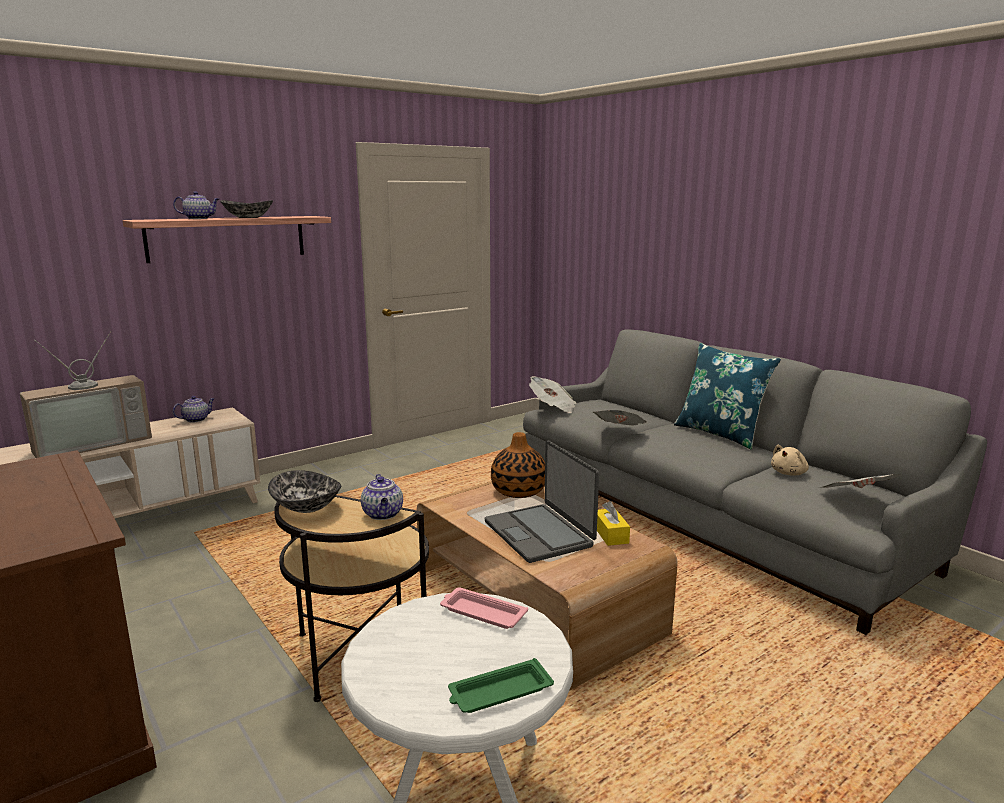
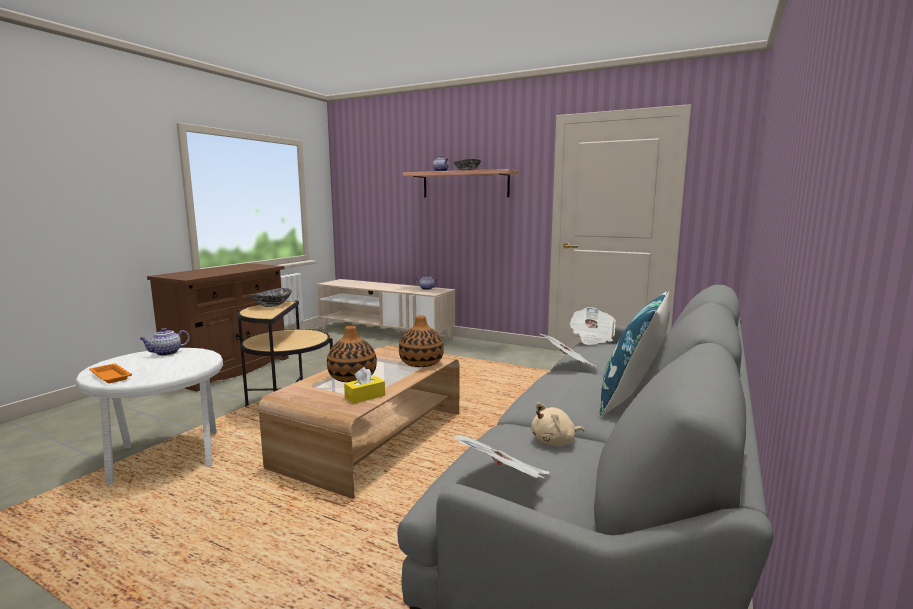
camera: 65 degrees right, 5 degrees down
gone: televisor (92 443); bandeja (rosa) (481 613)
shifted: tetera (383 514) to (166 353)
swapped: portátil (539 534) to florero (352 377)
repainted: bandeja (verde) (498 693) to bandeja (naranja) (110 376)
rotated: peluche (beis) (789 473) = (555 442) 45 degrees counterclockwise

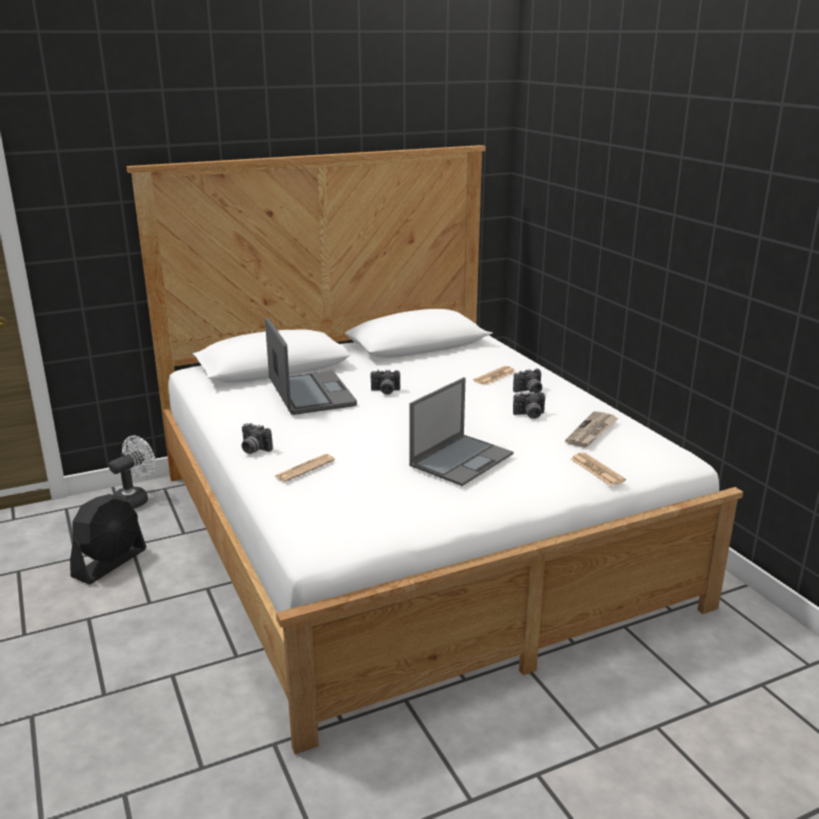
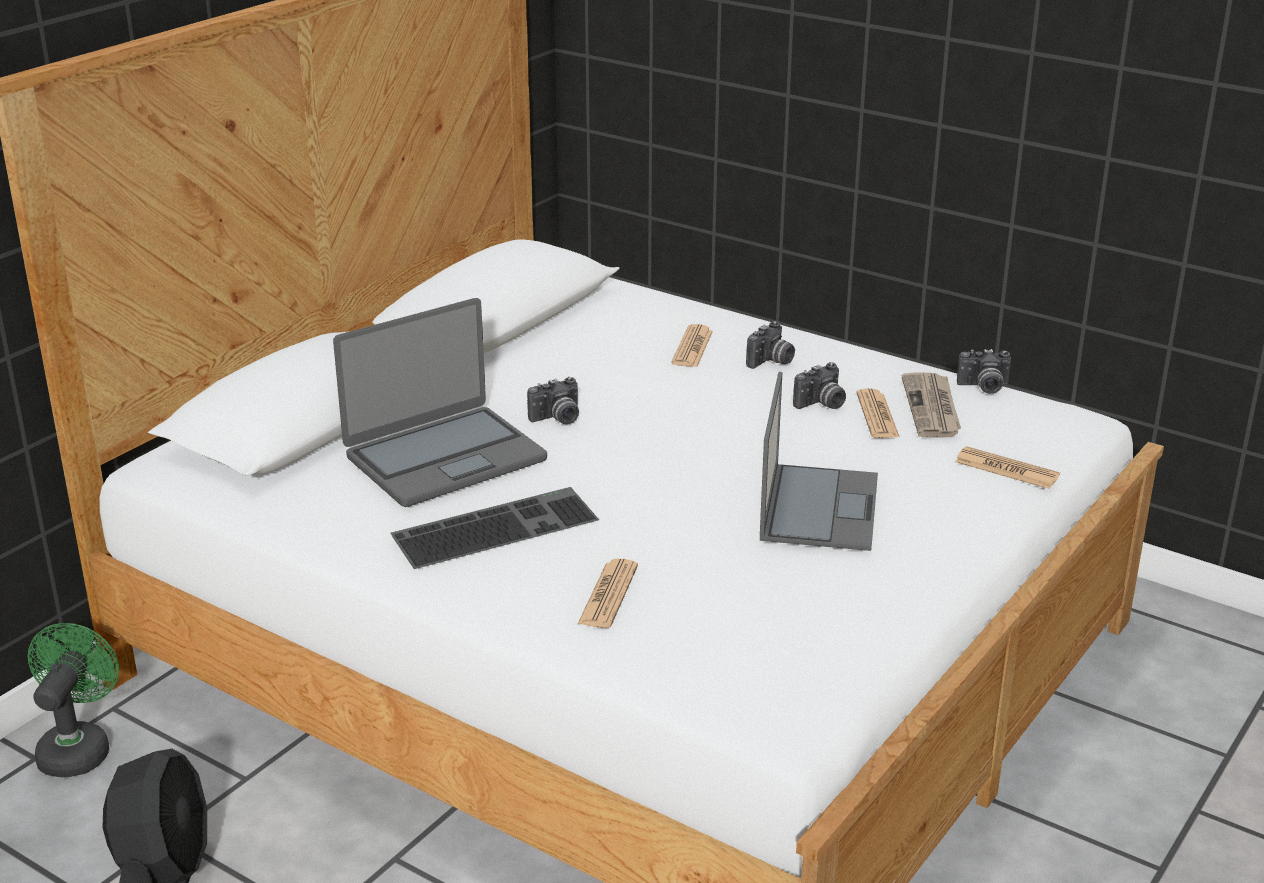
camera: 30 degrees left, 5 degrees up
new: teclado (496 526); periódico (877 415)
shifted: cámara (253 450) to (983 388)
repainted: ventilador (blanco) (135 499) to ventilador (verde) (78 748)
rotated: portátil (310 395) = (444 457) 105 degrees clockwise

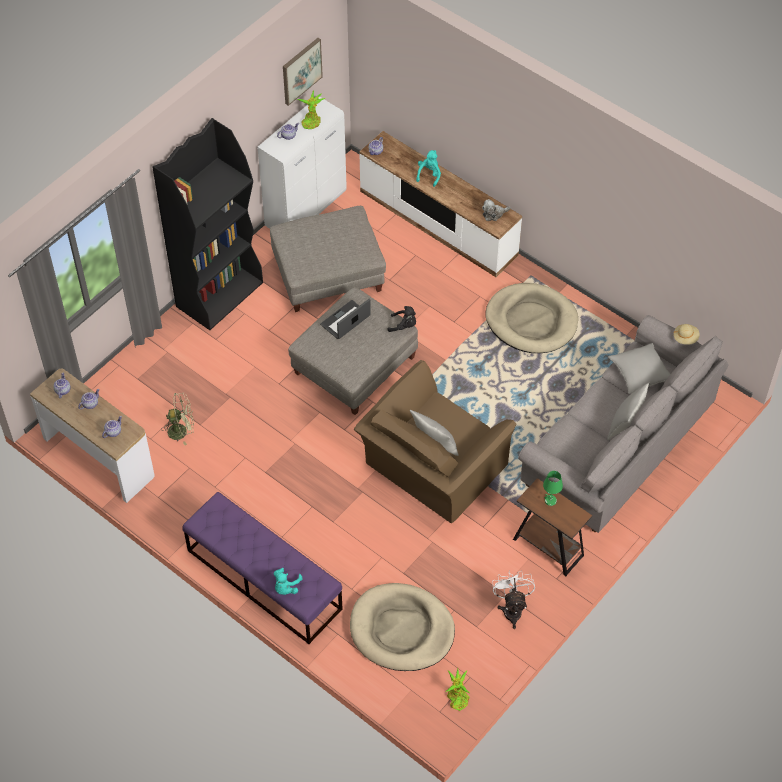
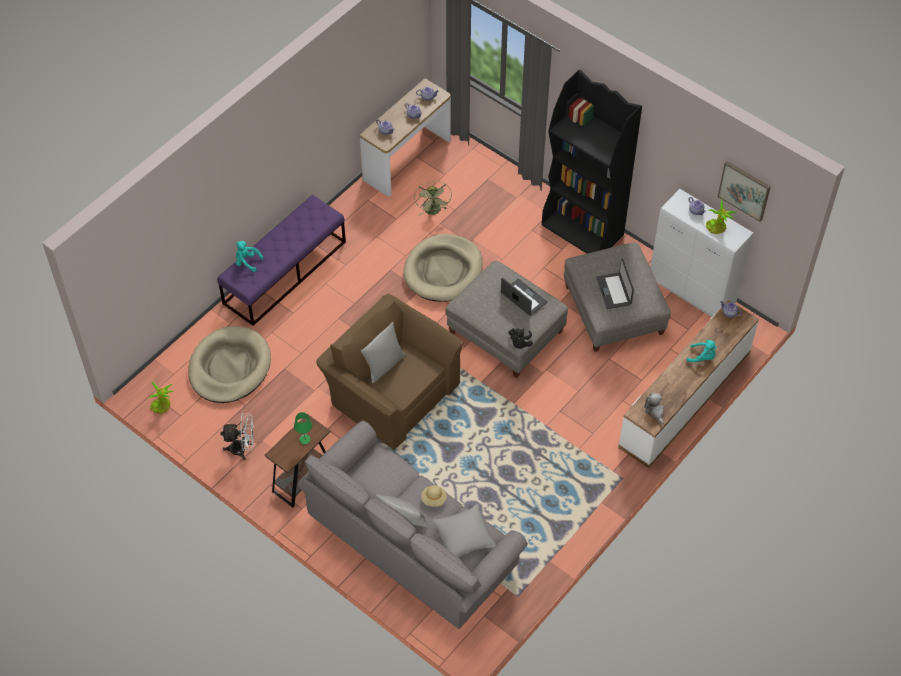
camera: 90 degrees right, 0 degrees up
new: portátil (614 291)
shifted: cama para perro (beis) (531 321) to (443 271); sombrero (beis) (685 338) to (434 499)

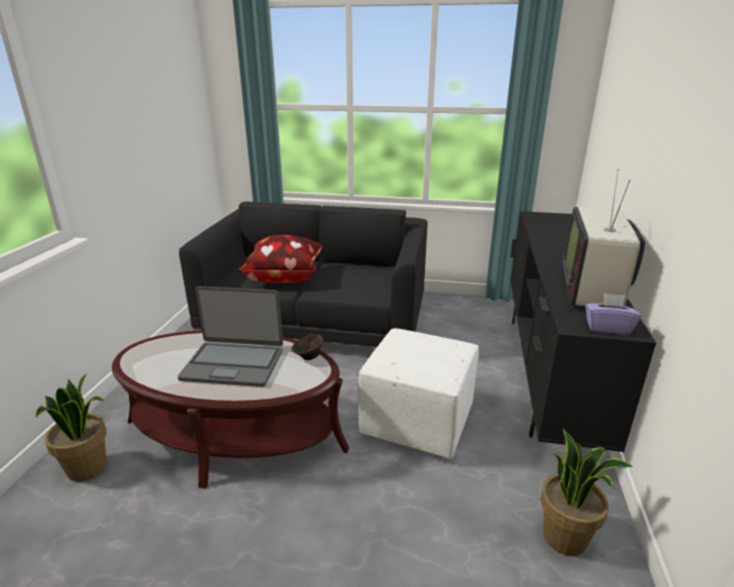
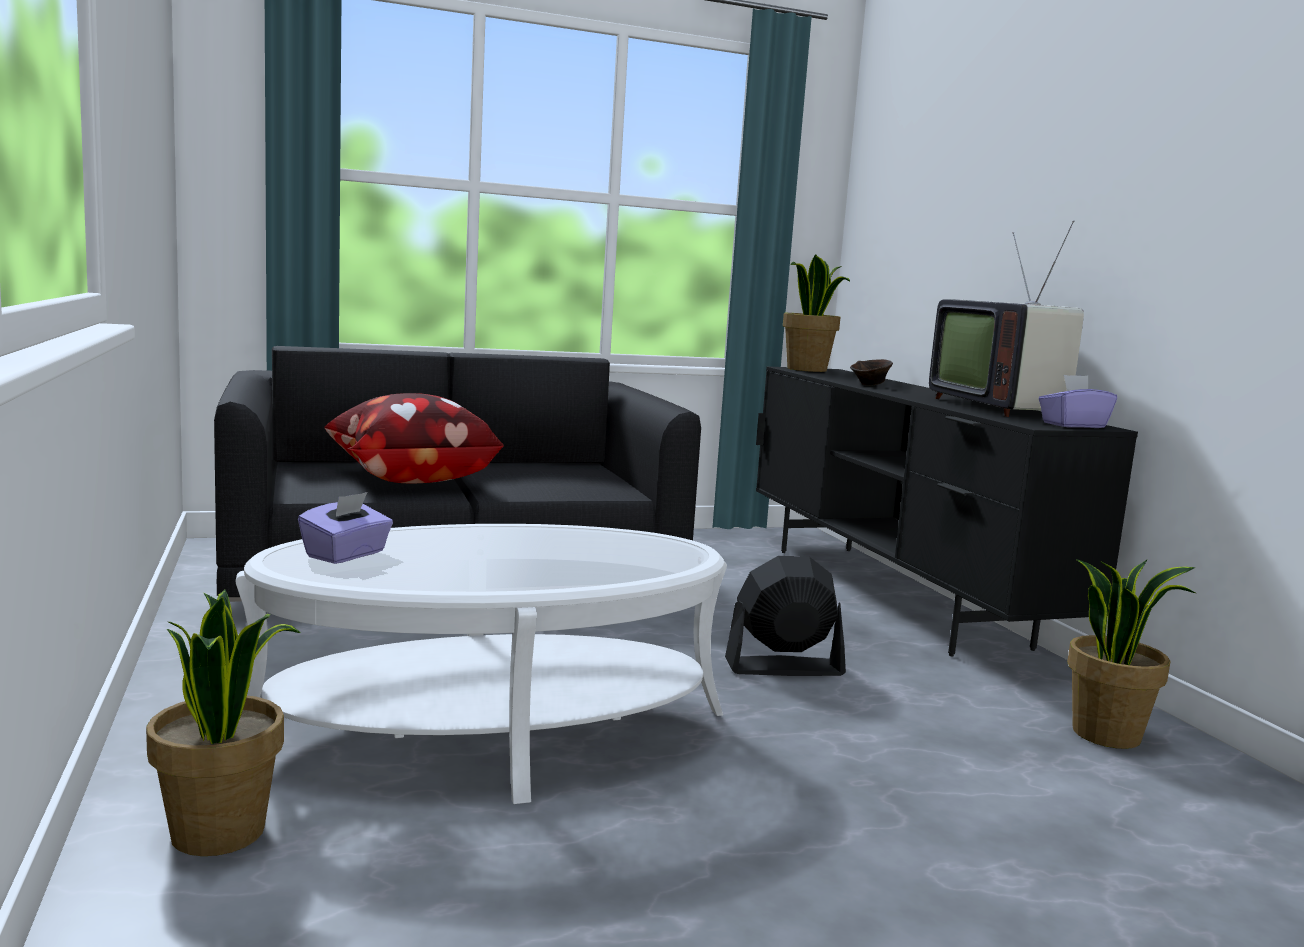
camera: 30 degrees left, 15 degrees down
gone: portátil (233 364)
new: caja de pañuelos (morado) (346 555); planta en maceta (807 369)
shifted: cuenco (marrón) (308 357) to (869 385)
swapped: puf (blanco) (416 423) to ventilador (negro) (783 667)
repainted: mesa de centro (marrón) (234 434) to mesa de centro (blanco) (492 730)

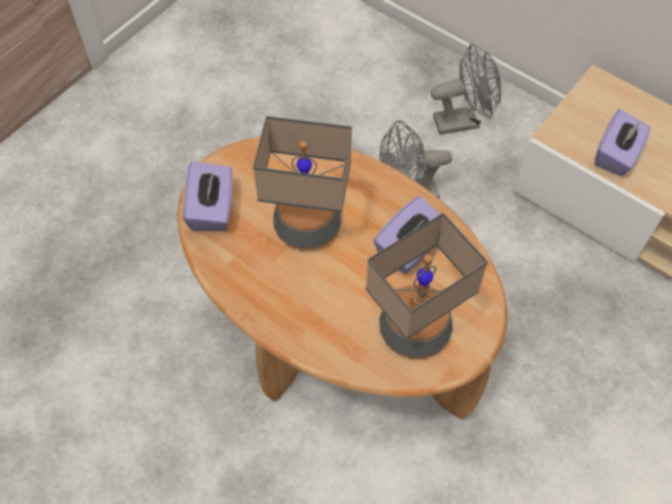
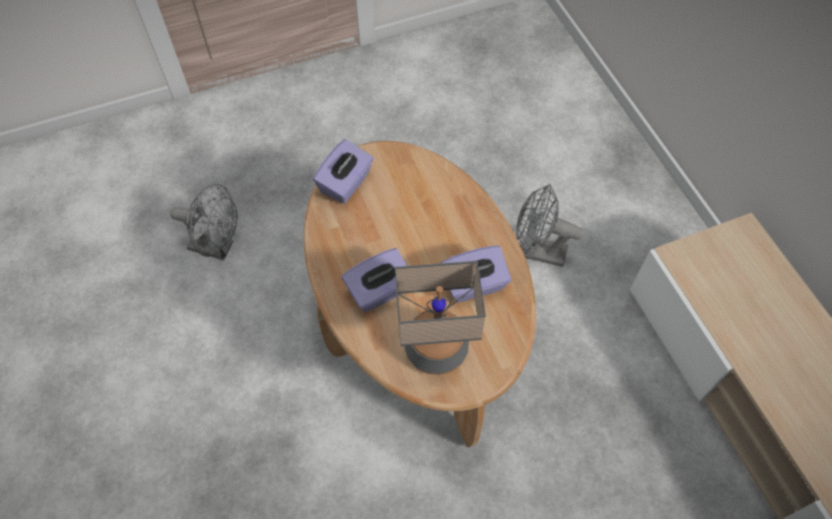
camera: 30 degrees right, 0 degrees up
gone: lámpara de mesa (307 225)
shifted: ventilador (gris) (463 121) to (218 247); caja de pañuelos (morado) (616 155) to (379 291)

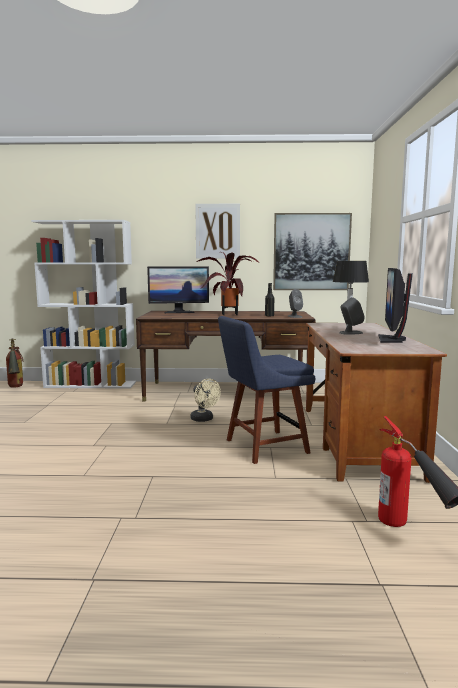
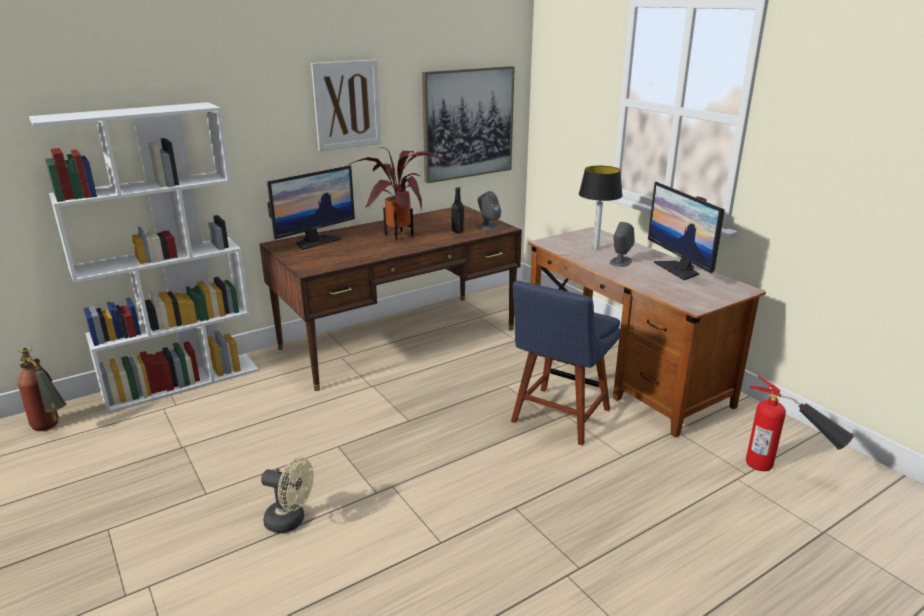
camera: 35 degrees left, 15 degrees up
shifted: ventilador (beis) (204 419) to (291 521)

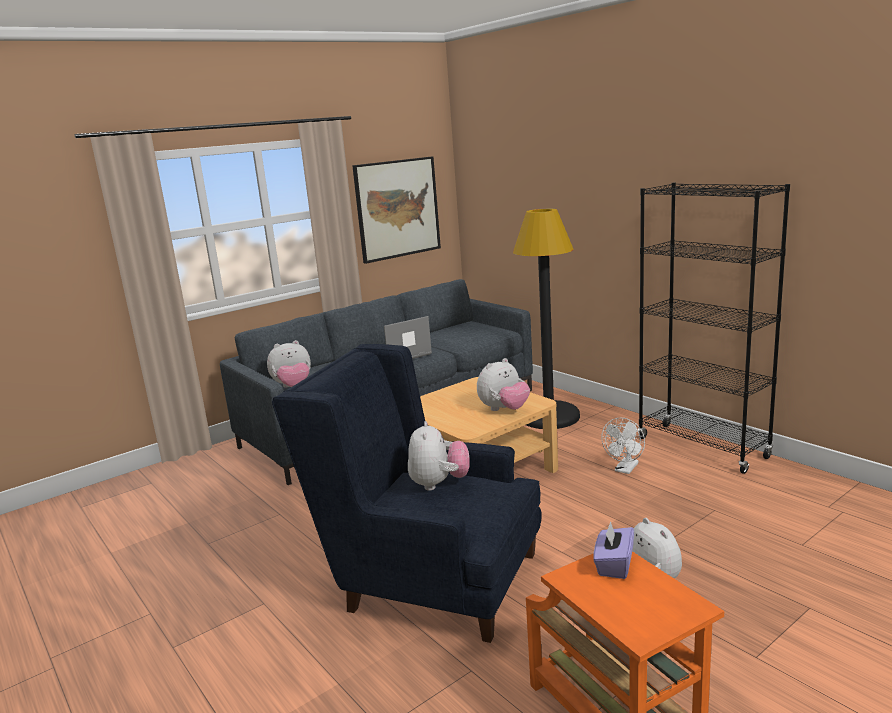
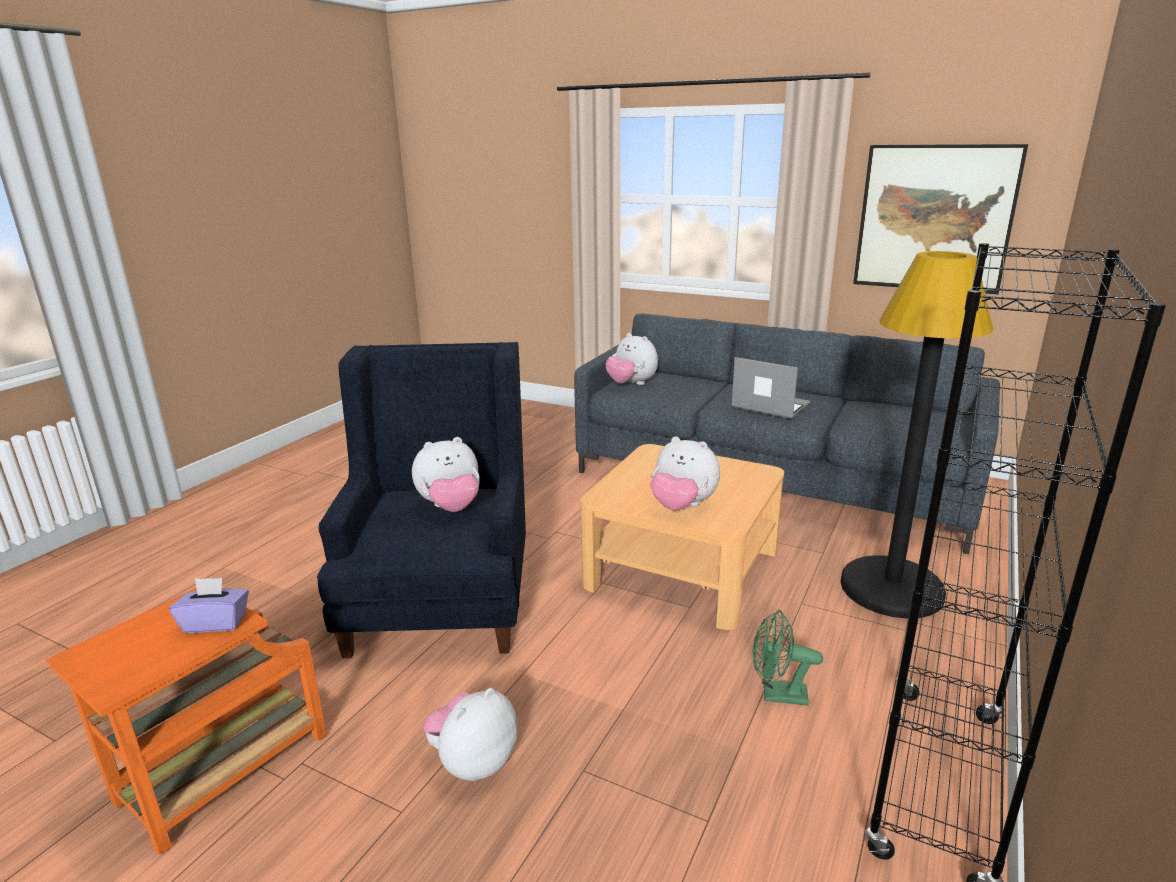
camera: 65 degrees right, 5 degrees up
repainted: ventilador (blanco) (625 469) to ventilador (verde) (777 695)

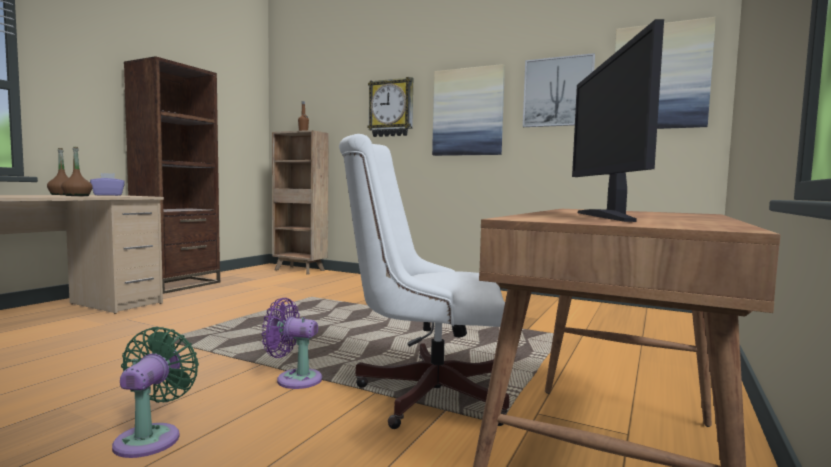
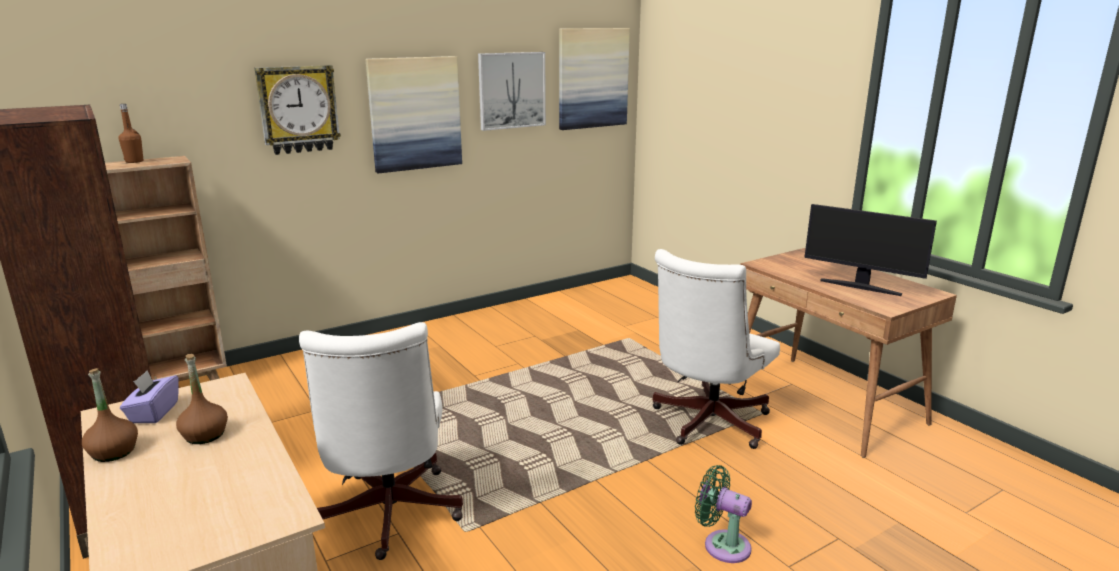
camera: 60 degrees left, 15 degrees up
gone: ventilador (morado) (294 379)
new: silla de oficina (blanco) (388 517)

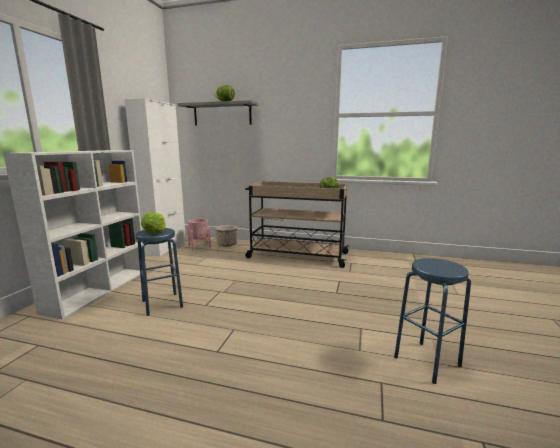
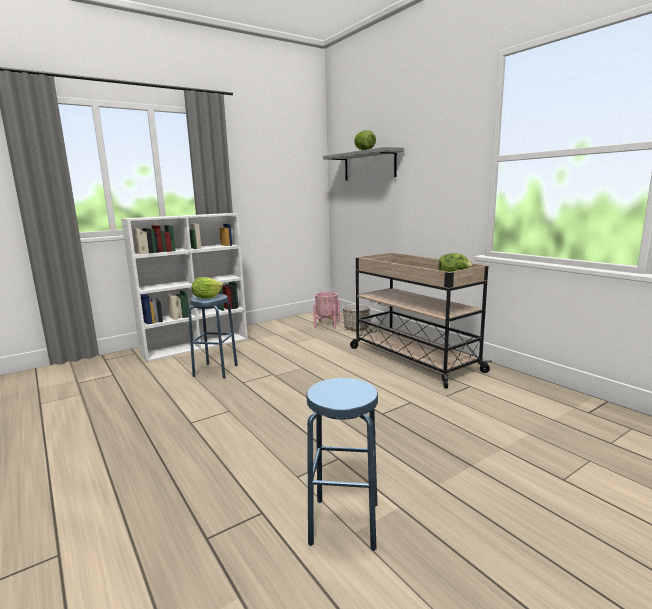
camera: 40 degrees right, 0 degrees up
gone: armario (blanco) (165 248)

